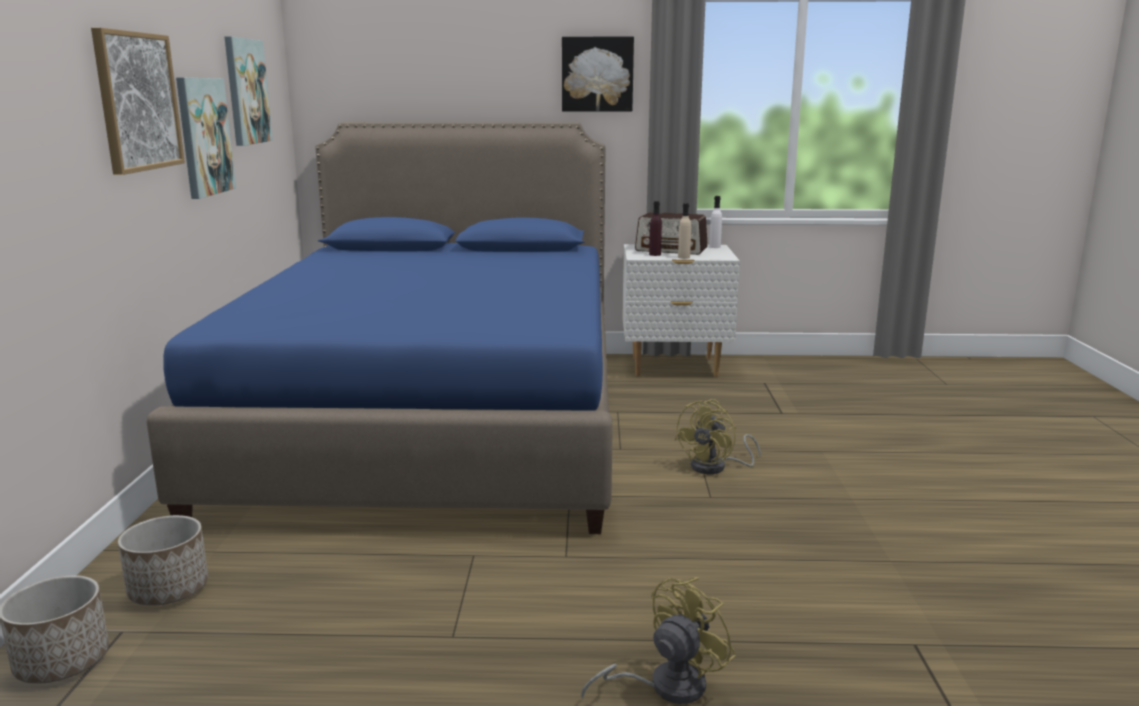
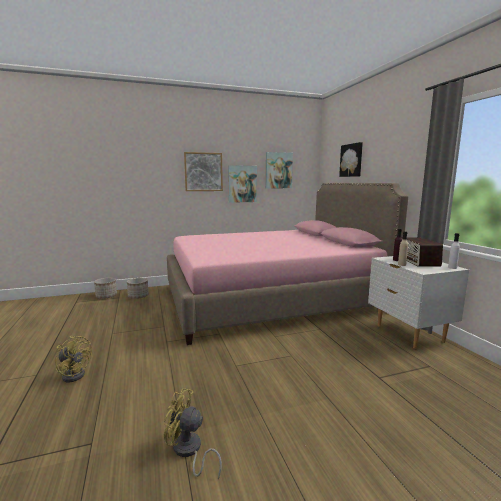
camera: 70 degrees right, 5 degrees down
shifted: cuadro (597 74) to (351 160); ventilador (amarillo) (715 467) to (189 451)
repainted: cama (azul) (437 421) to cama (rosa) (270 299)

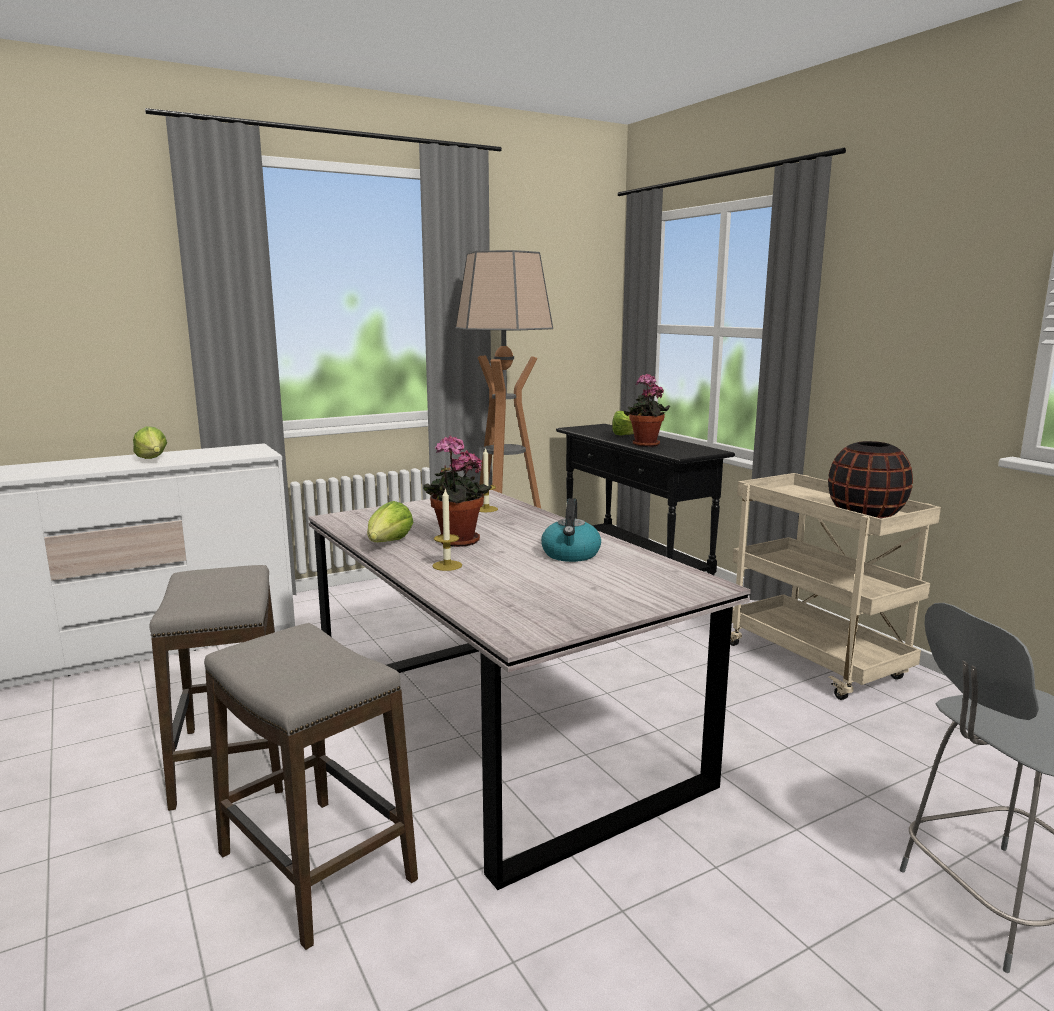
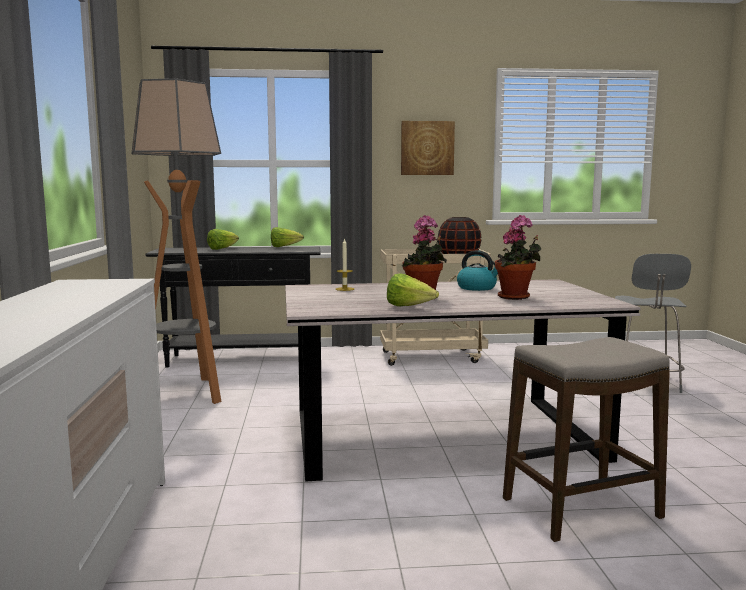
camera: 65 degrees left, 5 degrees down
gone: taburete (231 761); vela (447 565)
new: cuadro (427 148)
shifted: lechuga (152 460) to (284 247); planta en maceta (645 445) to (516 297)

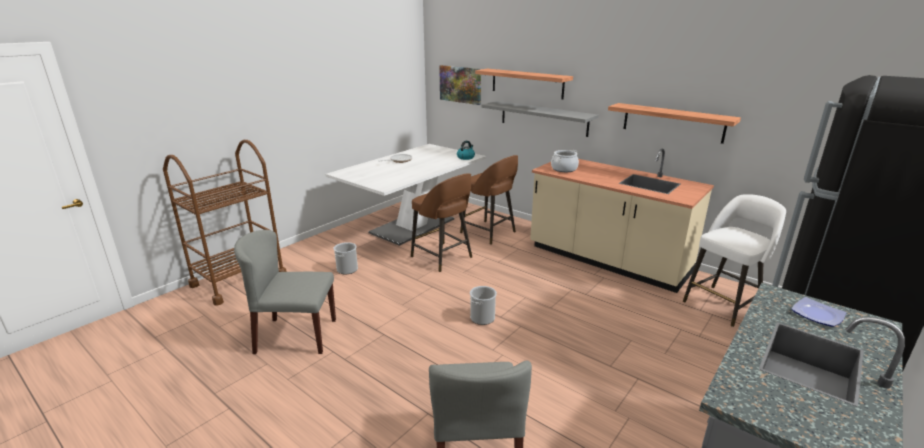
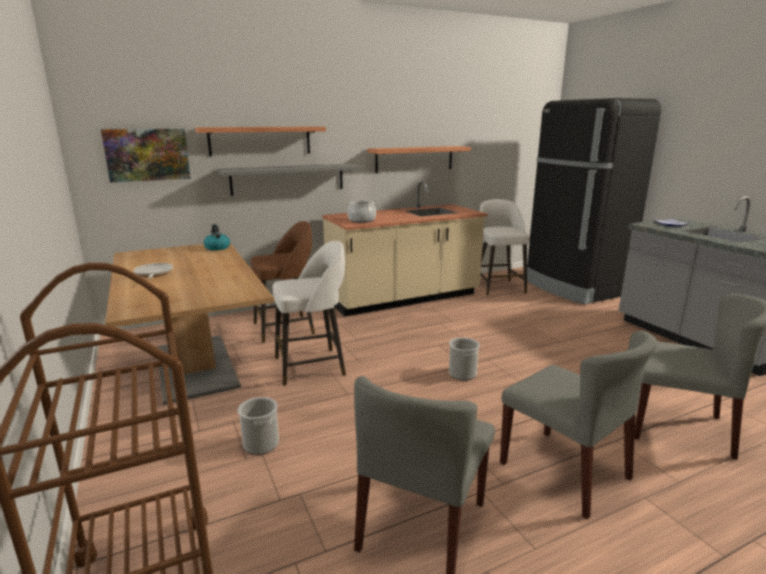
camera: 65 degrees left, 5 degrees down
new: silla (gris) (565 471)
repainted: mesa de comedor (blanco) (412 226) to mesa de comedor (marrón) (195 367); taburete (marrón) (442 257) to taburete (blanco) (312 366)

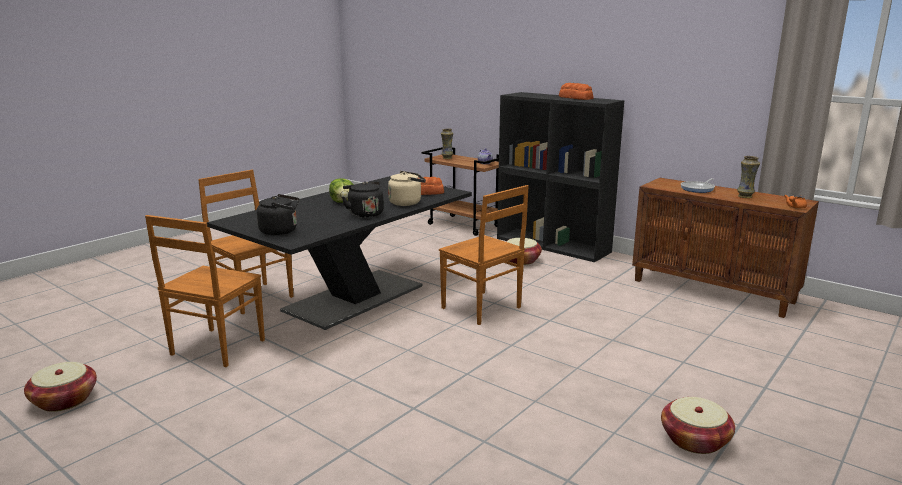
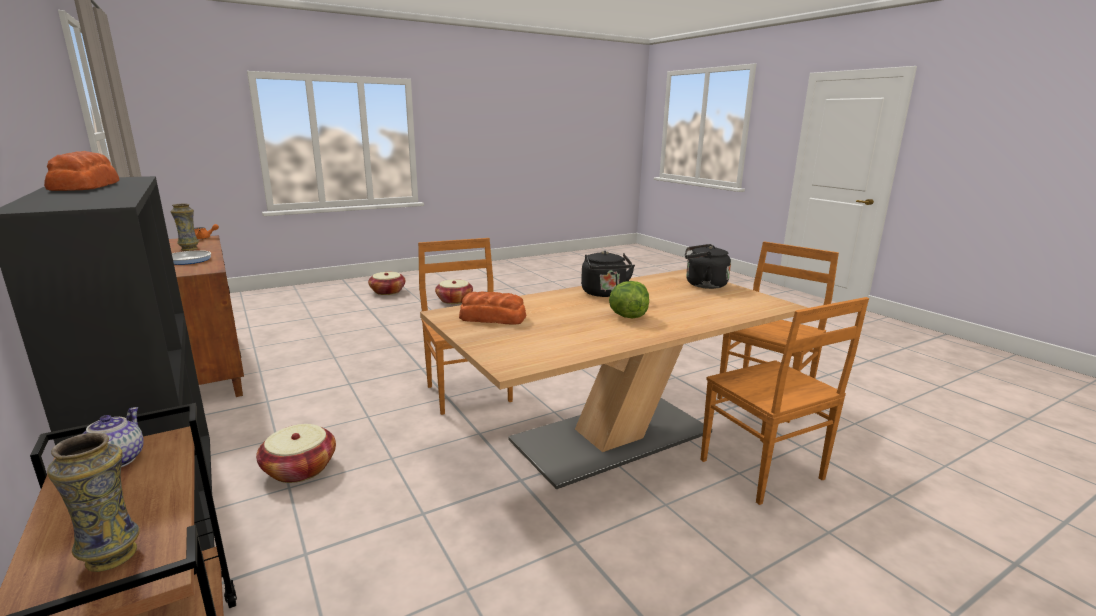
camera: 160 degrees left, 0 degrees up
gone: hervidor (beis) (407 203)
shifted: cesta (64 400) to (387 292)
repainted: mesa de comedor (negro) (354 299) to mesa de comedor (beis) (611 437)

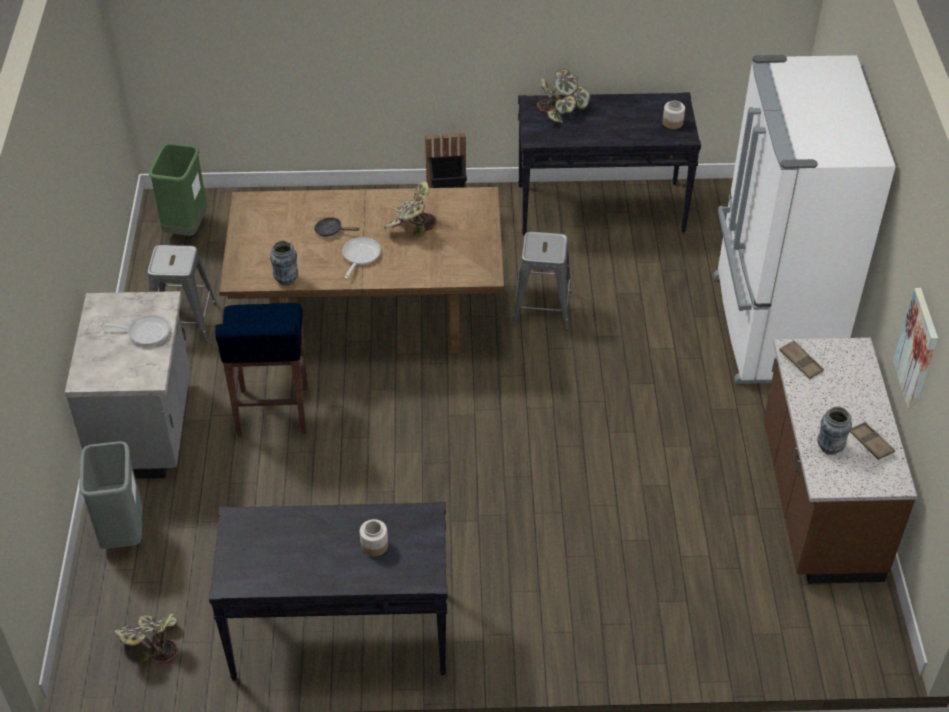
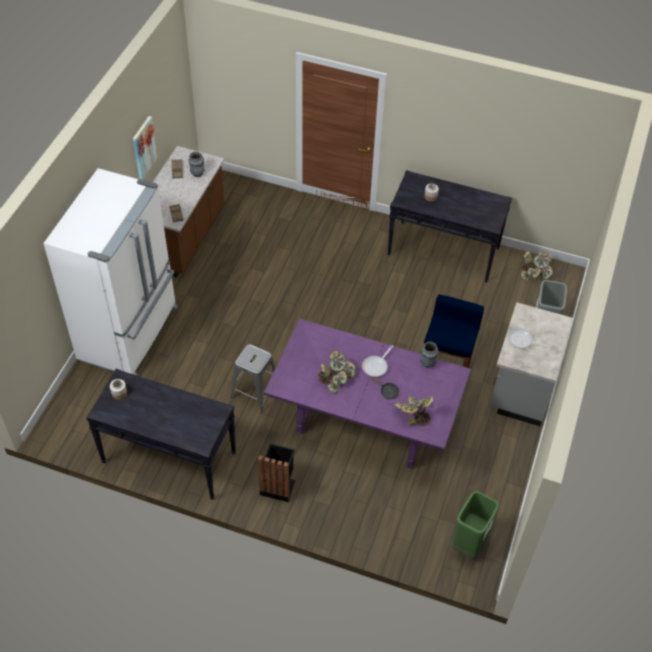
camera: 160 degrees left, 5 degrees up
gone: taburete (gris) (184 321)
shifted: planta en maceta (561 110) to (413 414)
repainted: mesa de comedor (marrón) (370 316) to mesa de comedor (morado) (364 421)

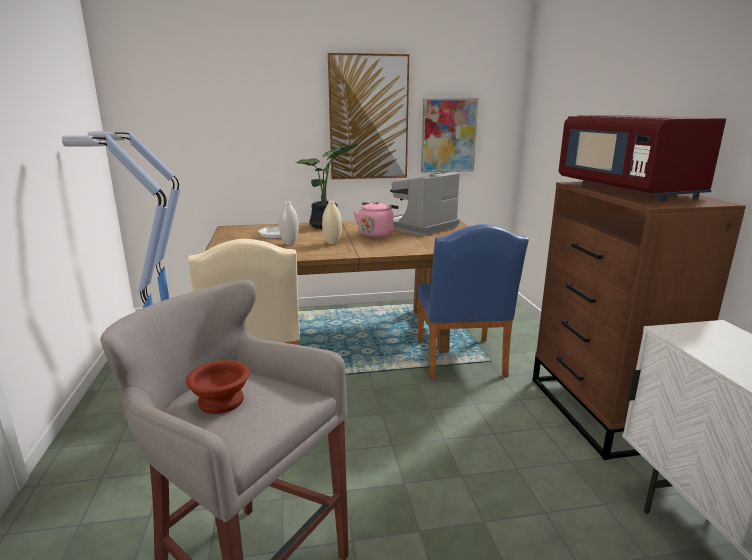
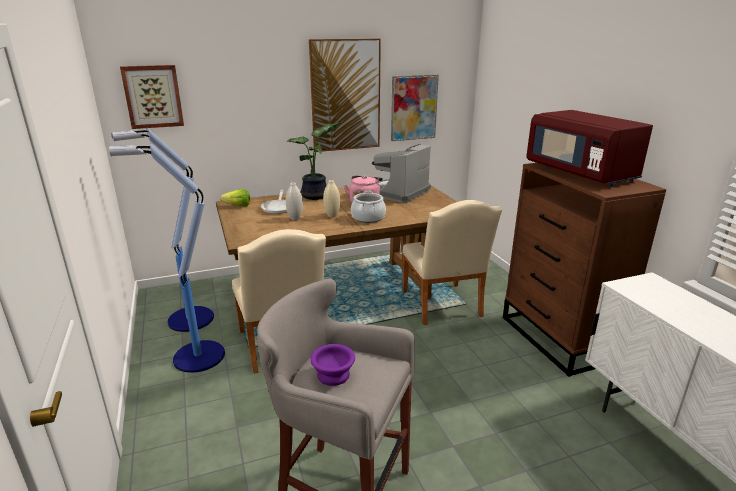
camera: 10 degrees left, 5 degrees up
new: cuadro (153 96); lechuga (235 206); olla (368 218)
repainted: cuenco (marrón) (220 400) to cuenco (morado) (332 374); silla (azul) (461 362) to silla (beis) (443 306)

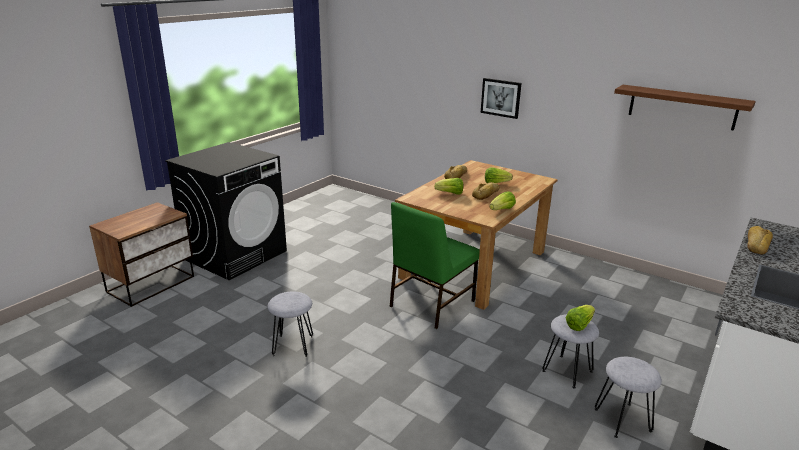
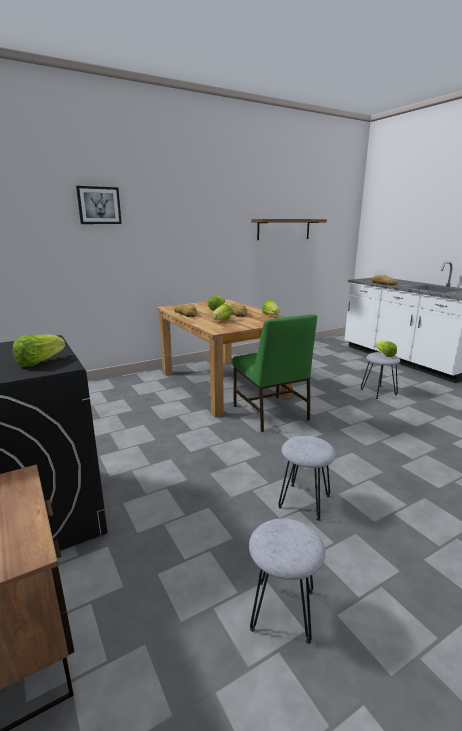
camera: 65 degrees left, 5 degrees down
new: lechuga (39 362)
shifted: cuadro (501 98) to (99 205); taburete (gris) (623 420) to (283 610)

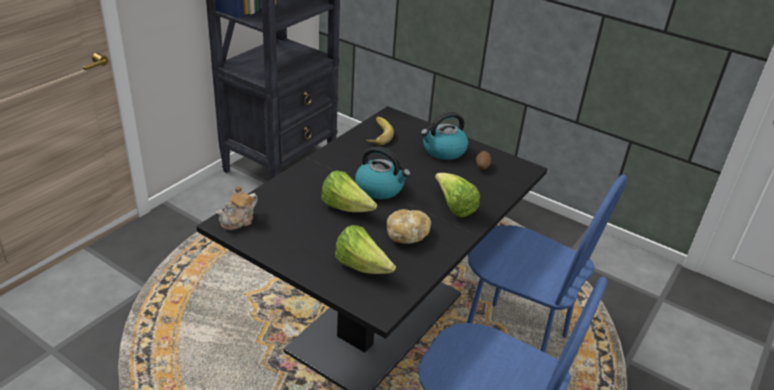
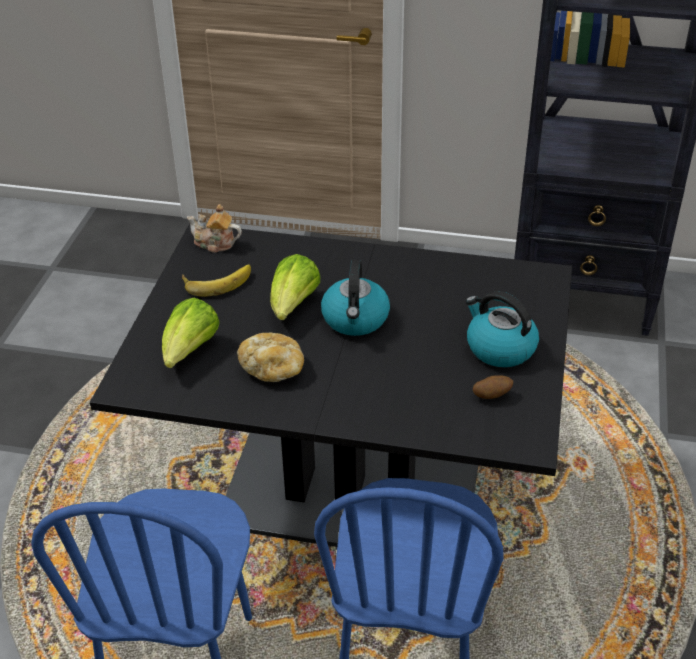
camera: 70 degrees right, 5 degrees up
gone: lechuga (454 207)
shifted: plátano (376 134) to (217 281)

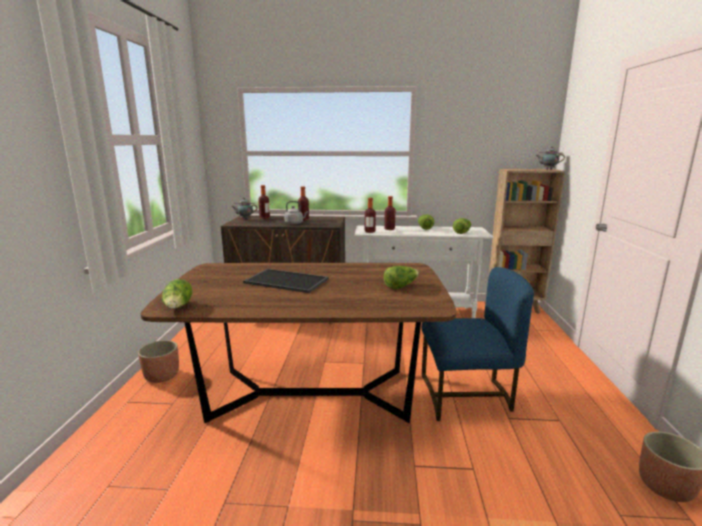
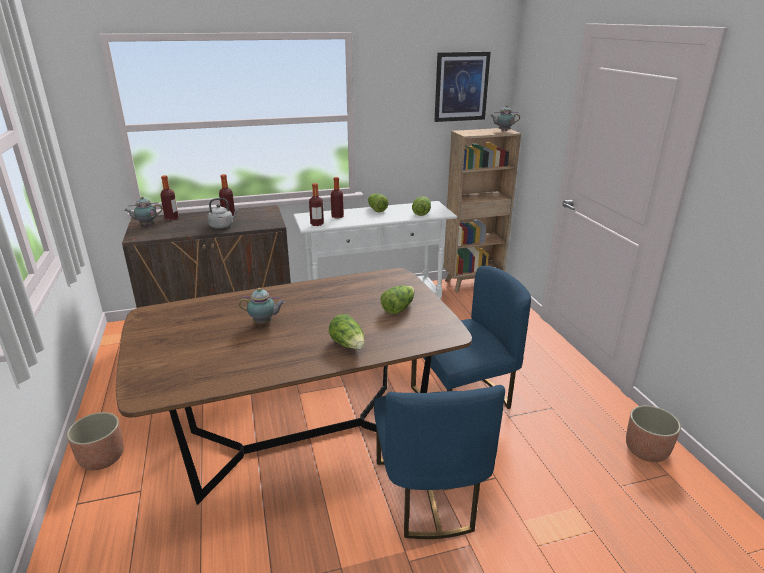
camera: 20 degrees left, 10 degrees up
new: silla (azul) (429 494); cuadro (461 87)
shifted: lechuga (178 307) to (348 344)
swapped: bandeja (285 281) to tetera (264 322)

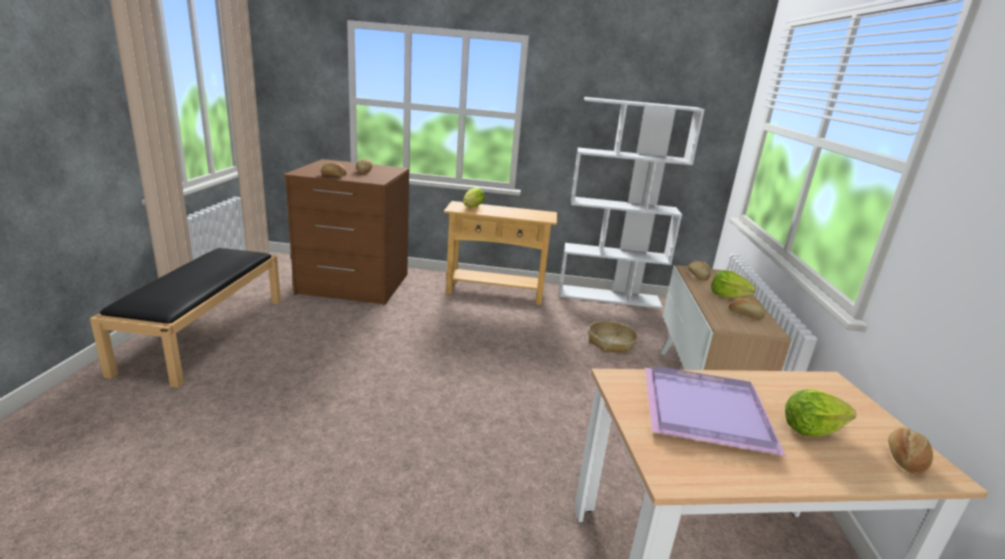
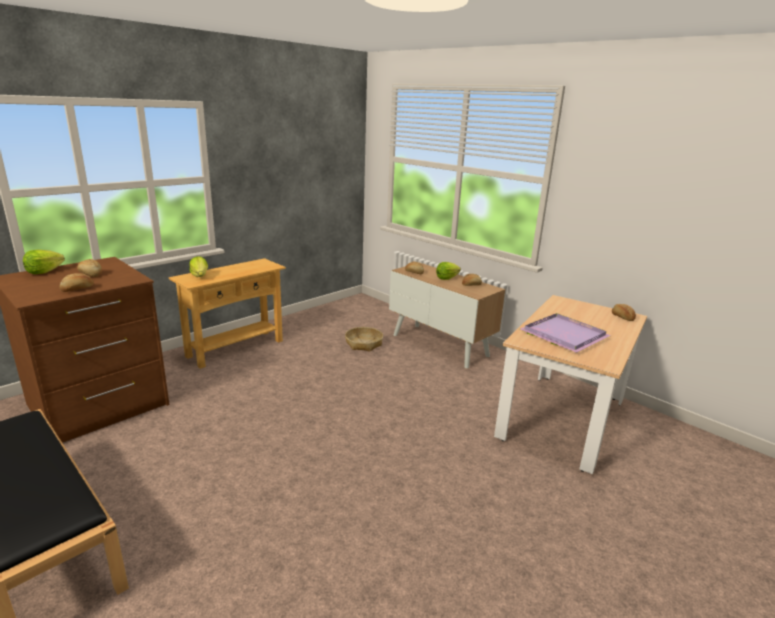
camera: 50 degrees left, 0 degrees up
gone: estantería (blanco) (609 296)
shifted: lechuga (811 429) to (44 272)

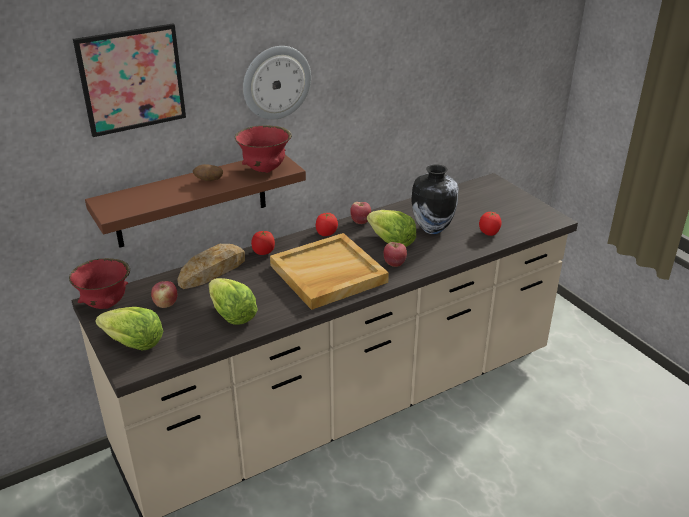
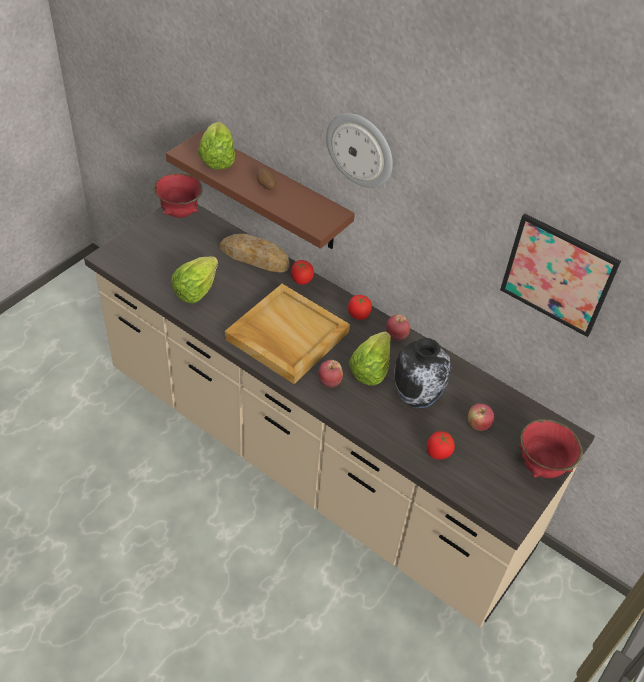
camera: 65 degrees right, 15 degrees up
shifted: cuadro (132 79) to (557 275); lechuga (133 343) to (217 159); manzana (166 304) to (478 425); cuenco (rojo) (265 170) to (540 467)

